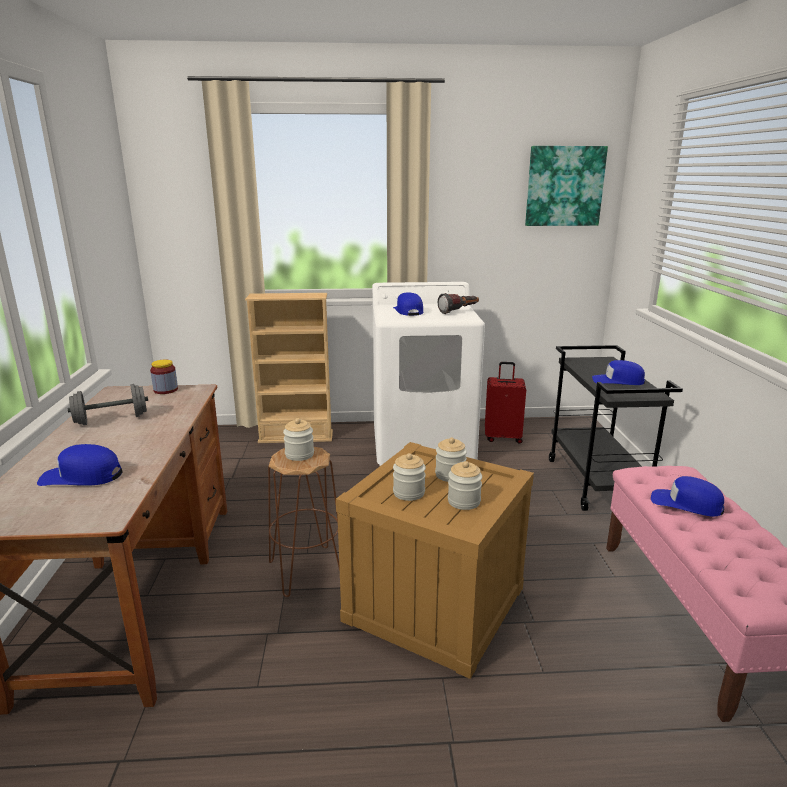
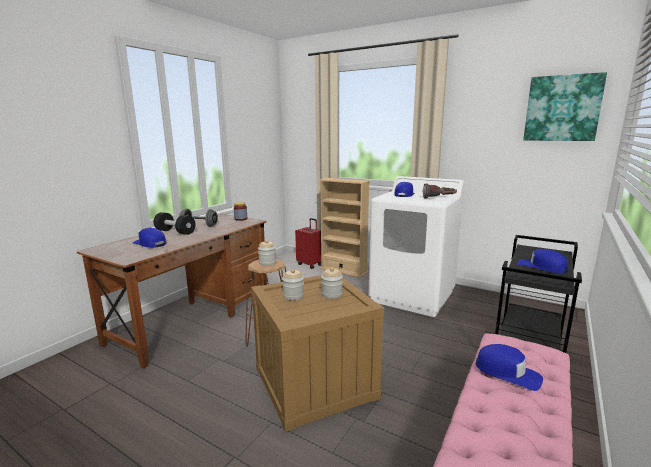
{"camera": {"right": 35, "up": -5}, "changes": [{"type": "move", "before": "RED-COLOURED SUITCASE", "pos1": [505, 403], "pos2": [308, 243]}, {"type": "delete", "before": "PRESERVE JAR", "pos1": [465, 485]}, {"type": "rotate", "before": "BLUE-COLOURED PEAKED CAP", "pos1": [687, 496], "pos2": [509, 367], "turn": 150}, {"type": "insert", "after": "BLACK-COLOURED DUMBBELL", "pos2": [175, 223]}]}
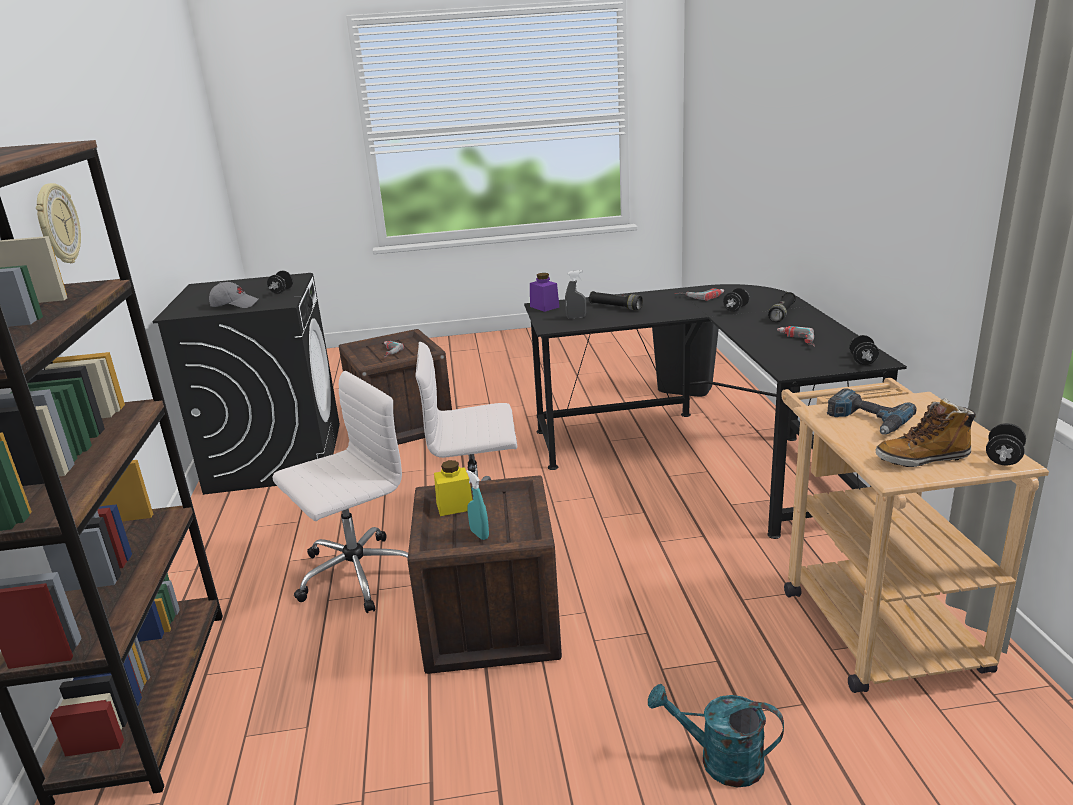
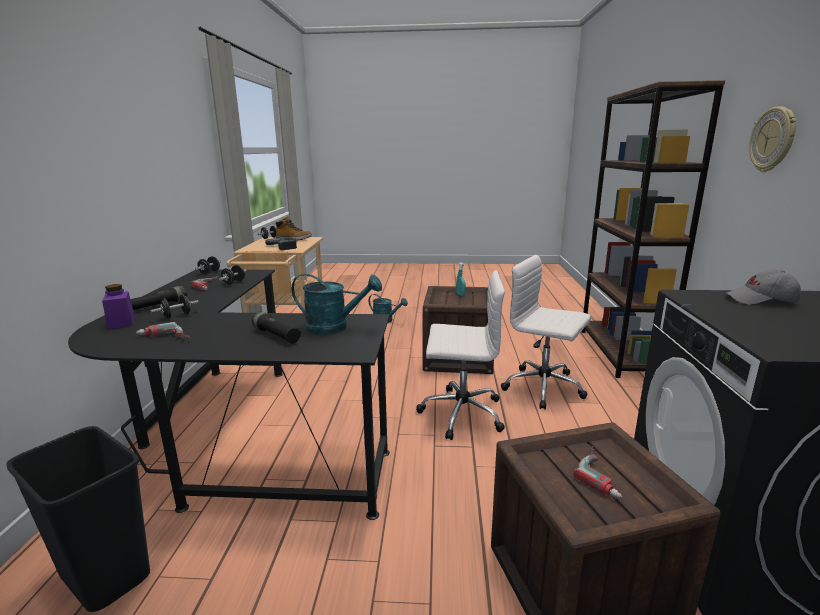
{"camera": {"right": -170, "up": -5}, "changes": [{"type": "replace", "before": "GREYISH HAND SPRAYER", "after": "BLUE-GREEN SPRINKLING CAN", "pos1": [575, 294], "pos2": [337, 304]}, {"type": "move", "before": "BLACK-COLOURED DUMBBELL", "pos1": [280, 282], "pos2": [232, 275]}, {"type": "move", "before": "PURPLISH PRESERVE JAR", "pos1": [544, 292], "pos2": [118, 306]}, {"type": "rotate", "before": "WHITISH OFFICE CHAIR", "pos1": [340, 492], "pos2": [546, 332], "turn": 60}, {"type": "delete", "before": "YELLOW-COLOURED PRESERVE JAR", "pos1": [453, 488]}]}
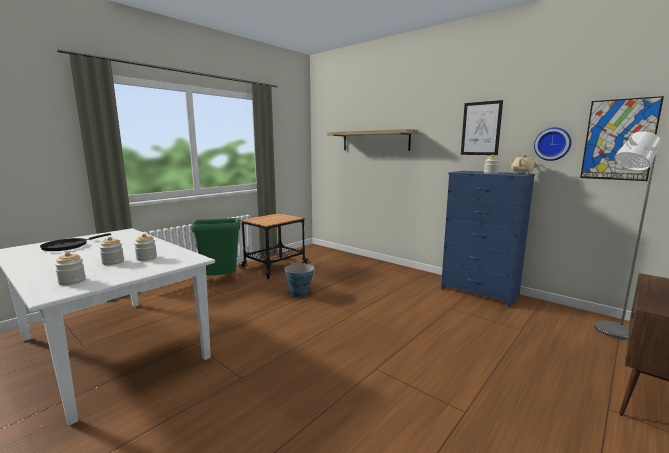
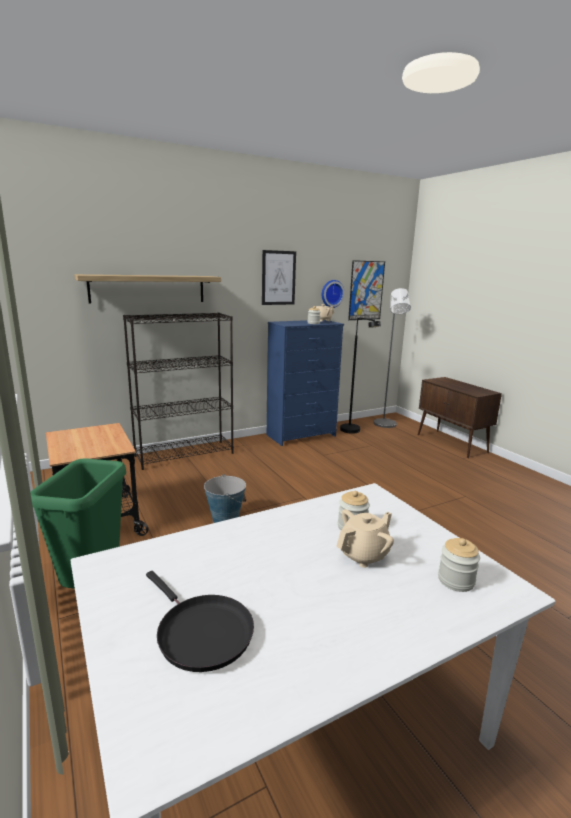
{"camera": {"right": -70, "up": 5}, "changes": [{"type": "replace", "before": "PRESERVE JAR", "after": "BEIGE TEAPOT", "pos1": [111, 251], "pos2": [365, 538]}, {"type": "insert", "after": "BLACK-COLOURED SHELVING UNIT", "pos2": [178, 391]}, {"type": "insert", "after": "BLACK-COLOURED STANDARD LAMP", "pos2": [360, 376]}]}
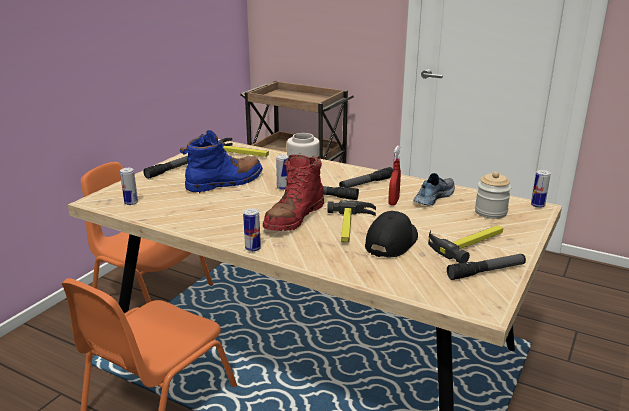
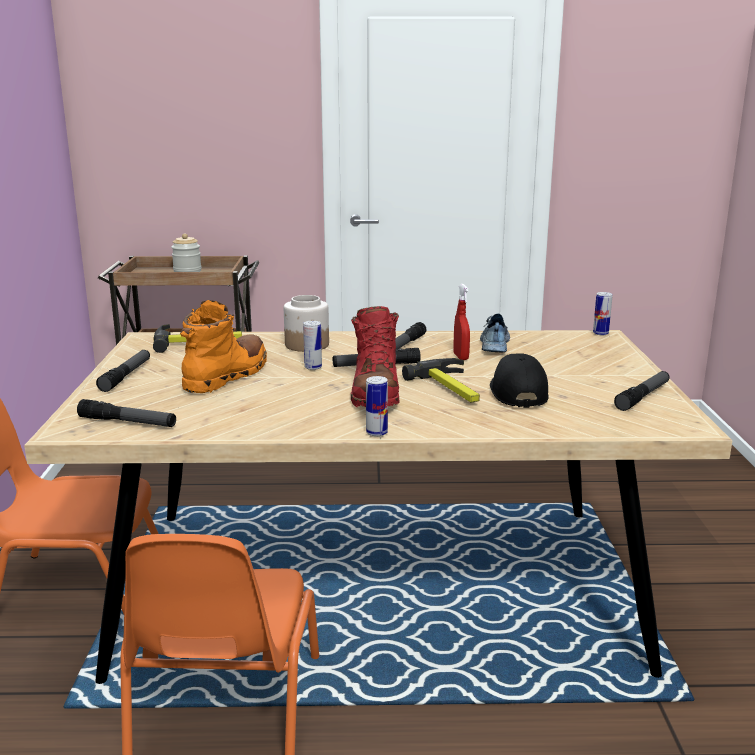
{"camera": {"right": -30, "up": -5}, "changes": [{"type": "recolor", "before": "BLUE-COLOURED TALL BOOT", "after": "ORANGEY TALL BOOT", "pos1": [221, 161], "pos2": [223, 346]}, {"type": "replace", "before": "CAN", "after": "TORCH", "pos1": [129, 186], "pos2": [126, 413]}, {"type": "move", "before": "PRESERVE JAR", "pos1": [493, 195], "pos2": [186, 253]}, {"type": "delete", "before": "HAND HAMMER", "pos1": [465, 244]}]}
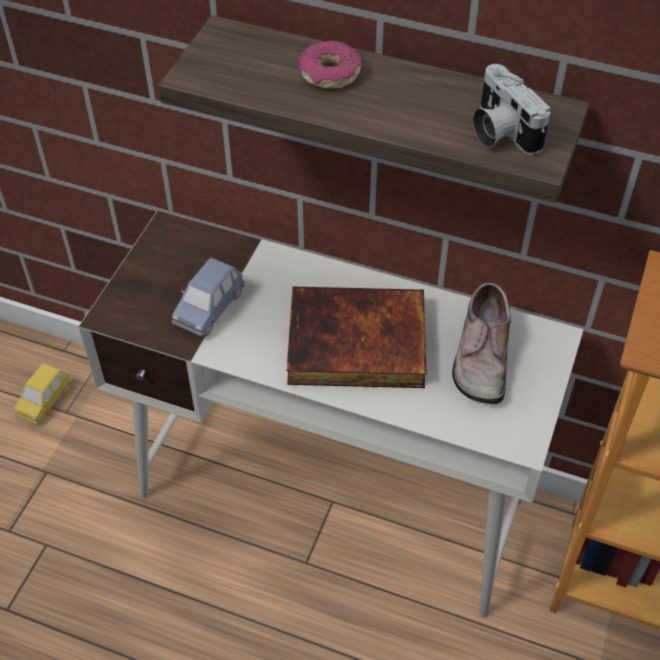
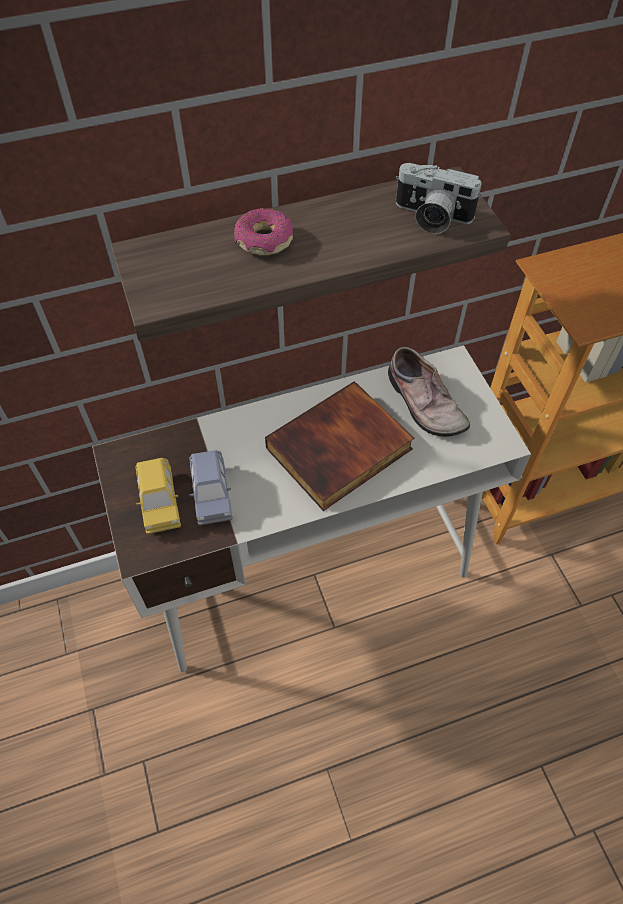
{"camera": {"right": -40, "up": 5}, "changes": [{"type": "move", "before": "YELLOW-COLOURED MINIATURE CAR", "pos1": [43, 394], "pos2": [158, 496]}]}
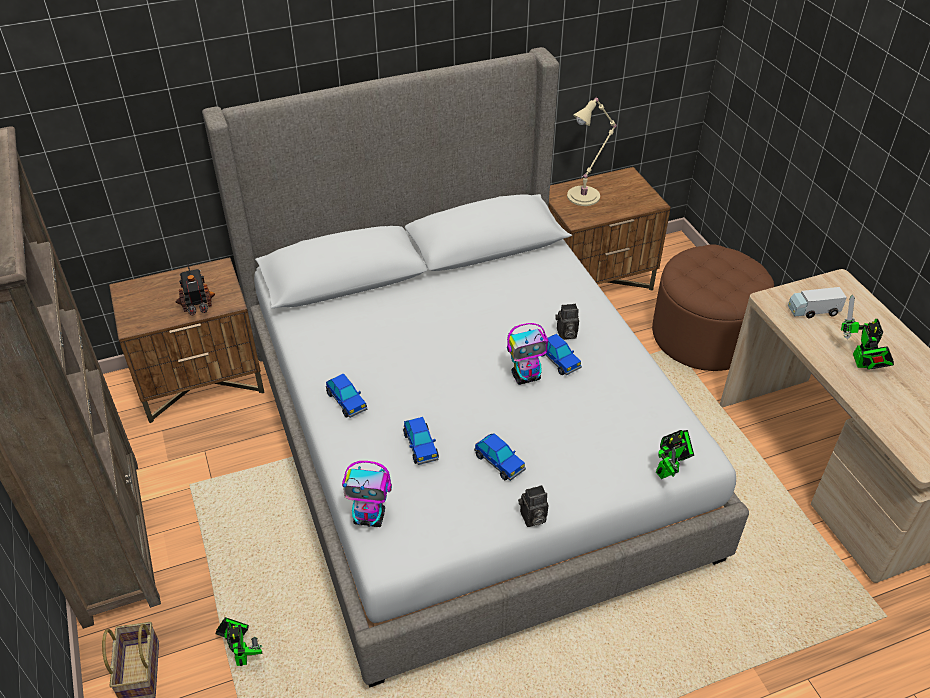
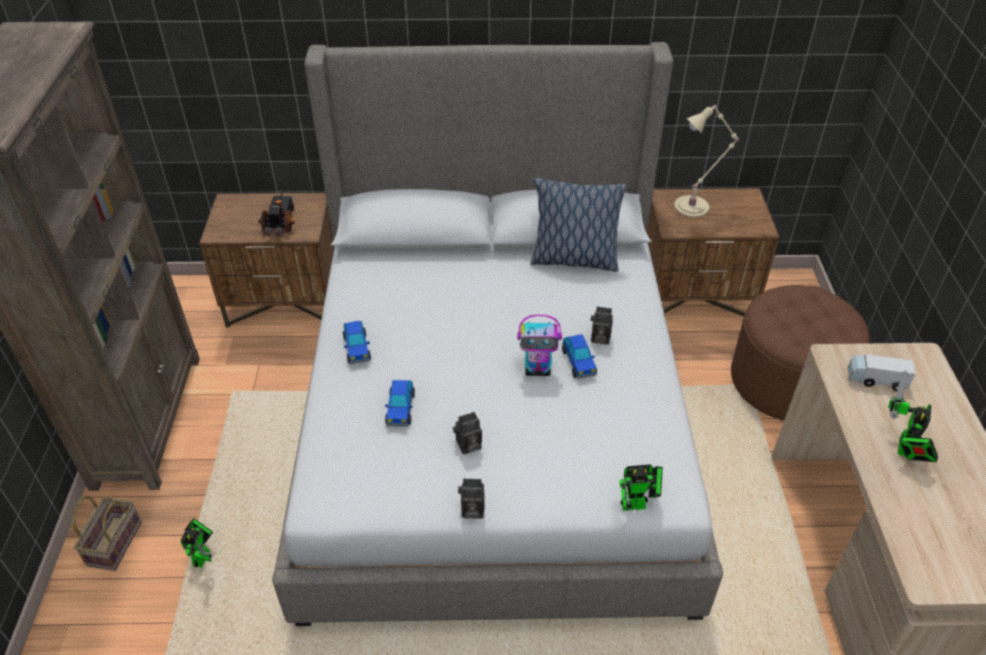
{"camera": {"right": 20, "up": 0}, "changes": [{"type": "replace", "before": "MINIATURE CAR", "after": "PHOTO CAMERA", "pos1": [500, 457], "pos2": [467, 433]}, {"type": "delete", "before": "MODEL ROBOT", "pos1": [367, 494]}, {"type": "insert", "after": "PILLOW", "pos2": [579, 225]}]}
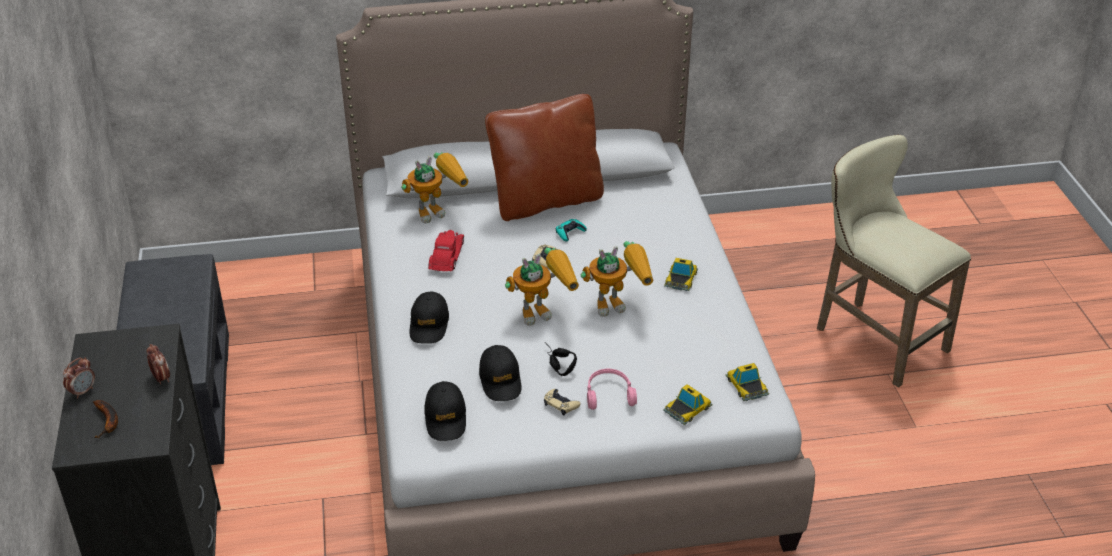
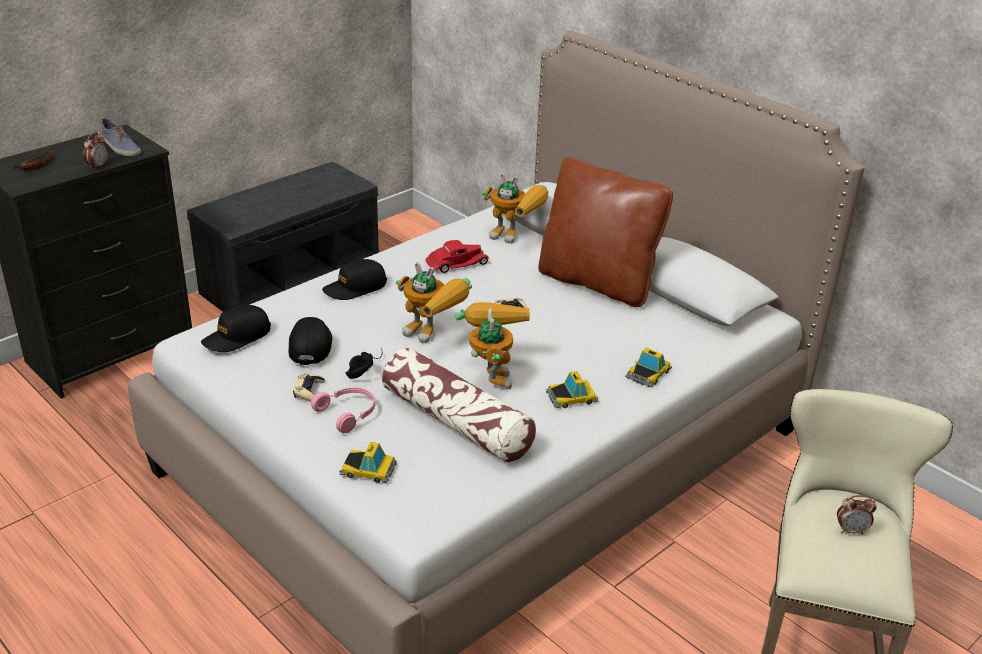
{"camera": {"right": 55, "up": -5}, "changes": [{"type": "delete", "before": "BLUE-GREEN JOYPAD", "pos1": [571, 230]}, {"type": "rotate", "before": "MODEL ROBOT", "pos1": [617, 279], "pos2": [492, 346], "turn": -135}, {"type": "rotate", "before": "BLACK-COLOURED PEAKED CAP", "pos1": [500, 373], "pos2": [310, 341], "turn": 135}, {"type": "move", "before": "TABLE CLOCK", "pos1": [79, 378], "pos2": [857, 515]}, {"type": "move", "before": "MINIATURE CAR", "pos1": [747, 382], "pos2": [648, 368]}, {"type": "insert", "after": "SHOE", "pos2": [119, 137]}, {"type": "insert", "after": "PILLOW", "pos2": [459, 405]}]}
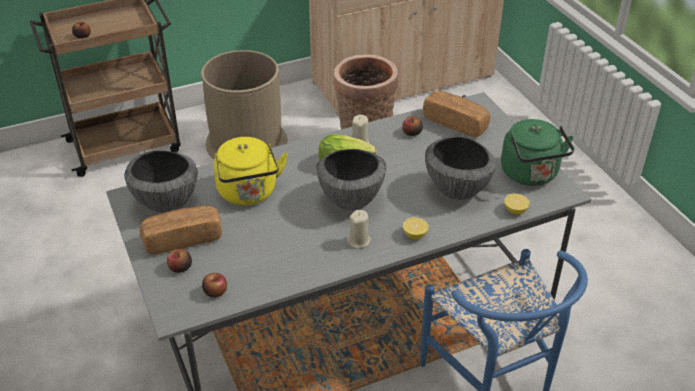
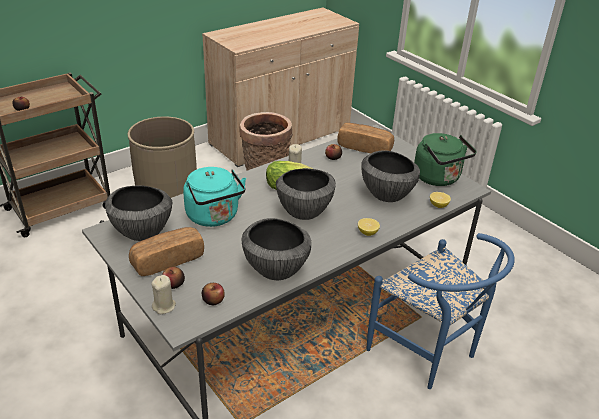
{"camera": {"right": -15, "up": -5}, "changes": [{"type": "recolor", "before": "YELLOW-COLOURED TEA KETTLE", "after": "BLUE-GREEN TEA KETTLE", "pos1": [250, 171], "pos2": [214, 197]}, {"type": "move", "before": "BEIGE WAX LIGHT", "pos1": [359, 229], "pos2": [163, 294]}, {"type": "insert", "after": "DEEP DISH", "pos2": [276, 249]}]}
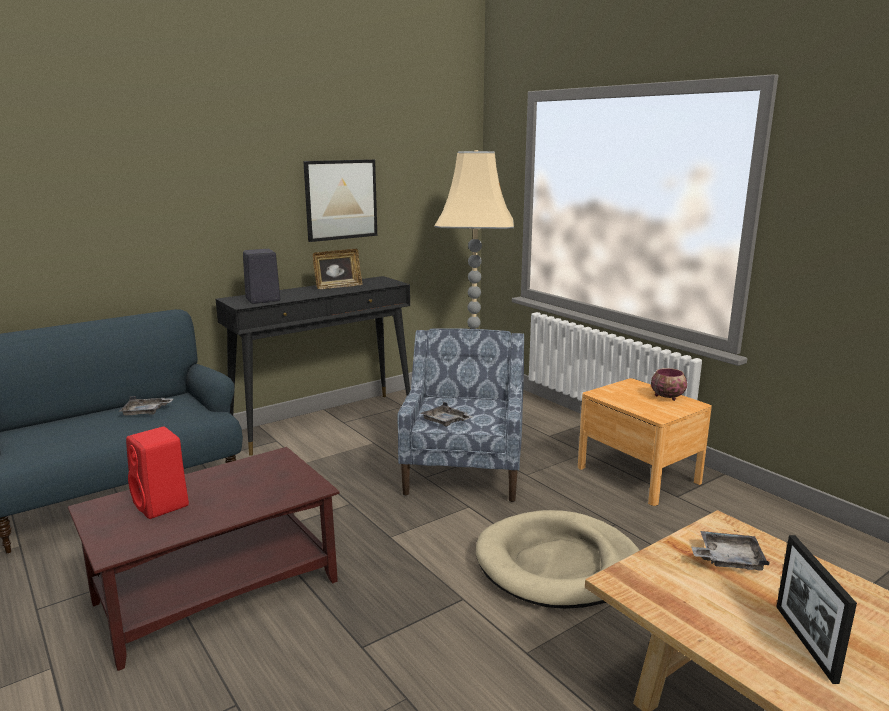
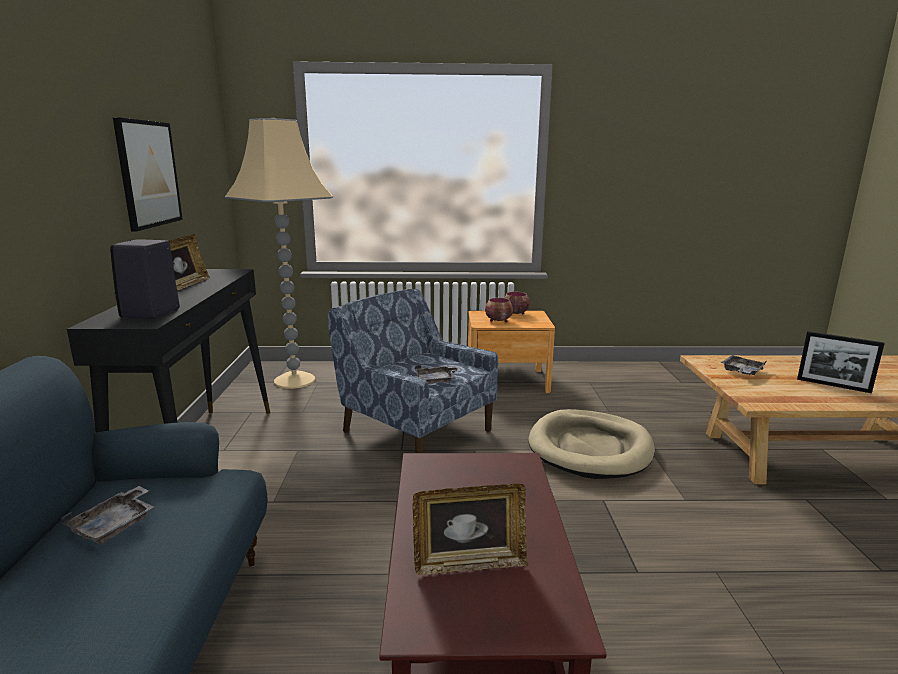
{"camera": {"right": -55, "up": 0}, "changes": [{"type": "replace", "before": "RED-COLOURED AUDIO SPEAKER", "after": "PHOTO FRAME", "pos1": [157, 473], "pos2": [469, 529]}, {"type": "insert", "after": "DEEP DISH", "pos2": [499, 310]}]}
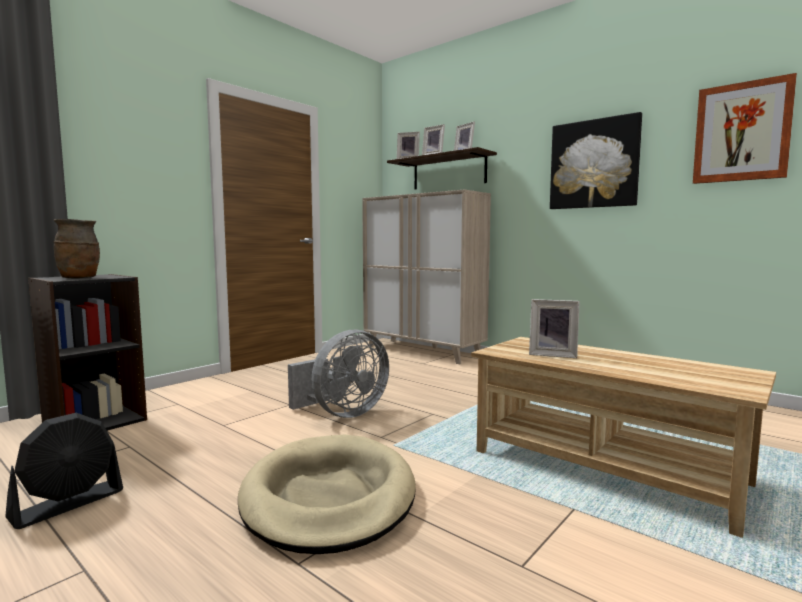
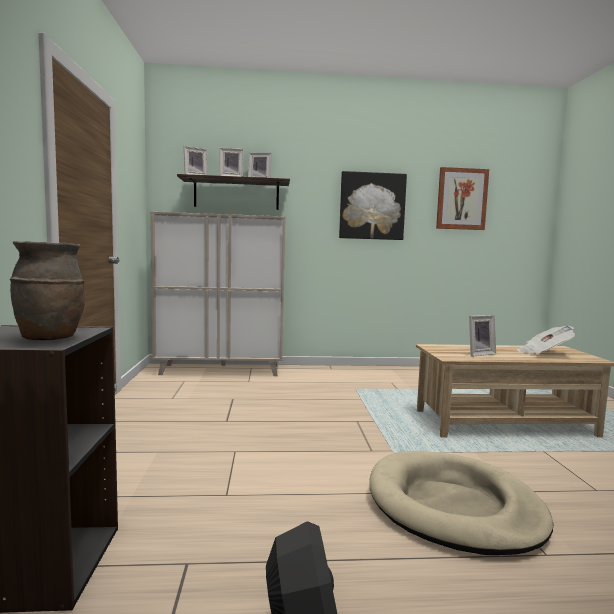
{"camera": {"right": -45, "up": 0}, "changes": [{"type": "delete", "before": "GREYISH ELECTRIC FAN", "pos1": [338, 374]}, {"type": "insert", "after": "NEWSPAPER", "pos2": [546, 340]}]}
